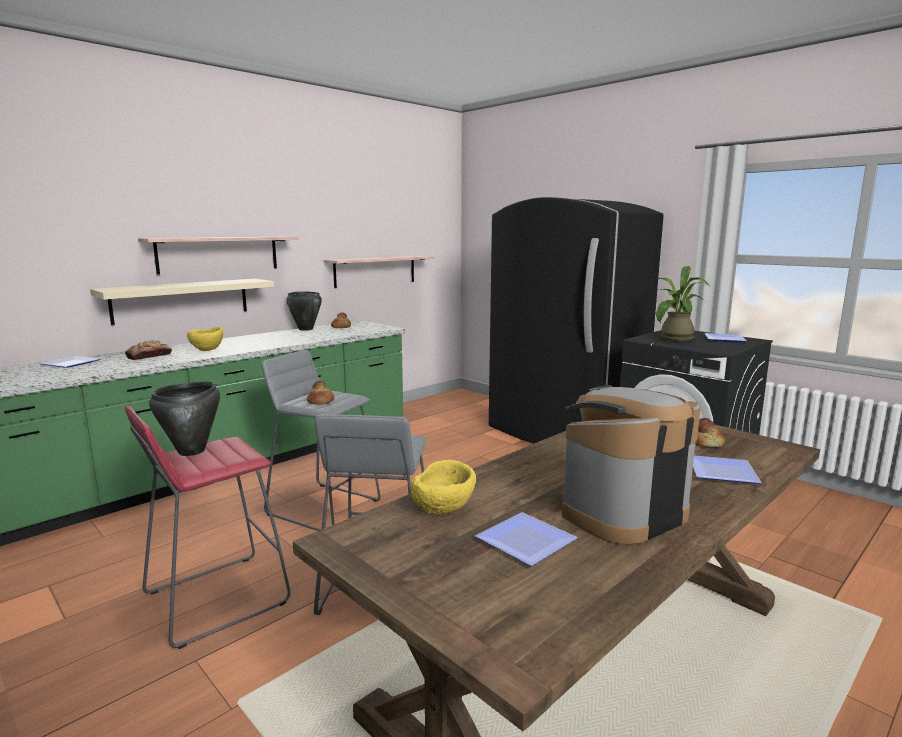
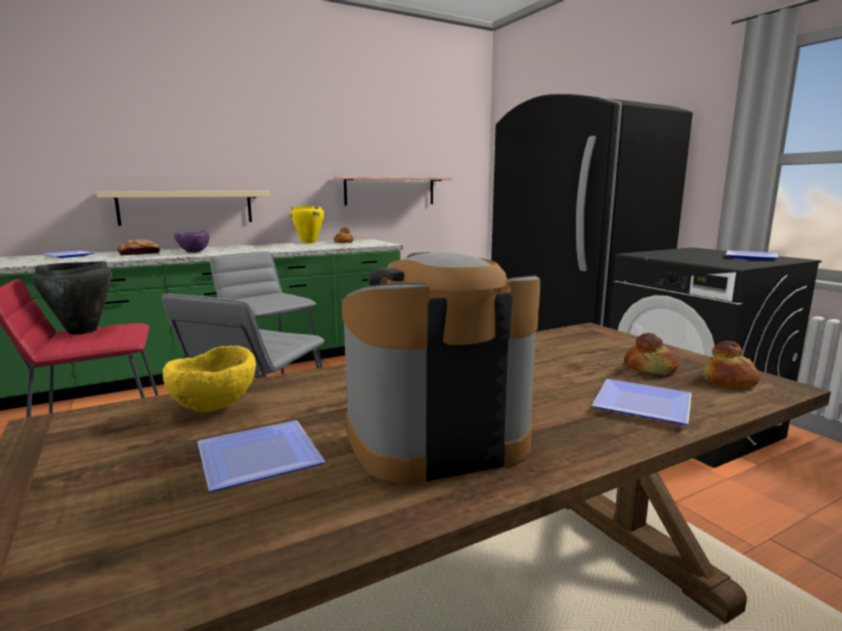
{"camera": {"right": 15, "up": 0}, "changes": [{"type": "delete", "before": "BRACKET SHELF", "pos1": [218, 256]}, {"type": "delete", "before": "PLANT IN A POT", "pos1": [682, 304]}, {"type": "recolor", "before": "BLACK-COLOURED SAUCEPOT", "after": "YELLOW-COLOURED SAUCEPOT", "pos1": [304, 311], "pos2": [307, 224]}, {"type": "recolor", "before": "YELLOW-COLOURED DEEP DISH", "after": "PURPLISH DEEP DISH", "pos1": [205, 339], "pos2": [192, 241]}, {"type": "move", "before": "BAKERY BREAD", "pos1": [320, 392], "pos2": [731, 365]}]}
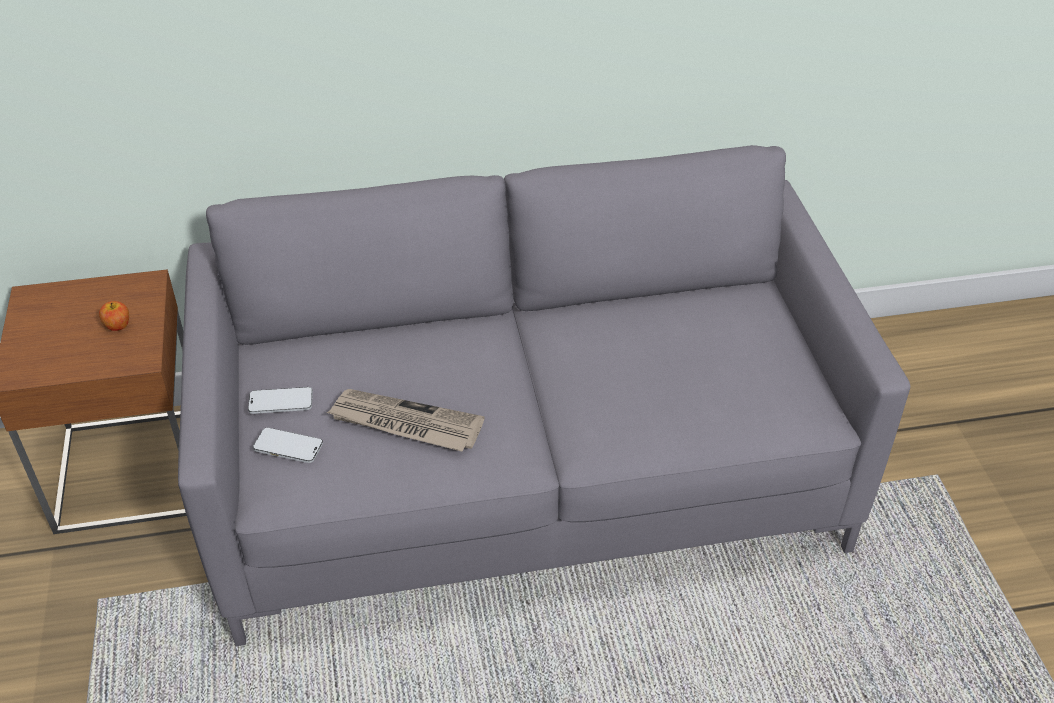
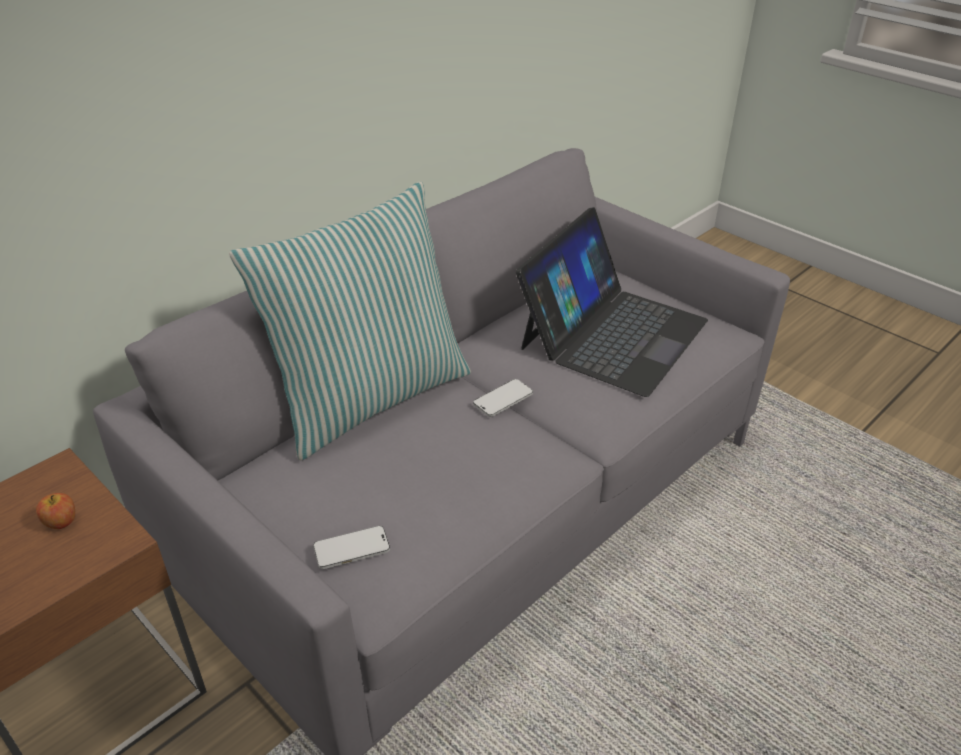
{"camera": {"right": -35, "up": -5}, "changes": [{"type": "move", "before": "HANDSET", "pos1": [280, 400], "pos2": [503, 398]}, {"type": "delete", "before": "NEWSPAPER", "pos1": [405, 420]}, {"type": "insert", "after": "PILLOW", "pos2": [350, 321]}, {"type": "insert", "after": "NOTEBOOK COMPUTER", "pos2": [612, 302]}]}
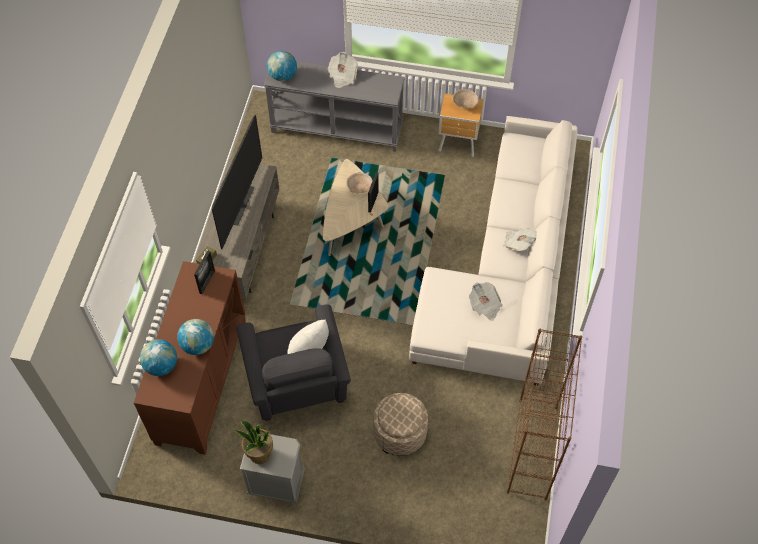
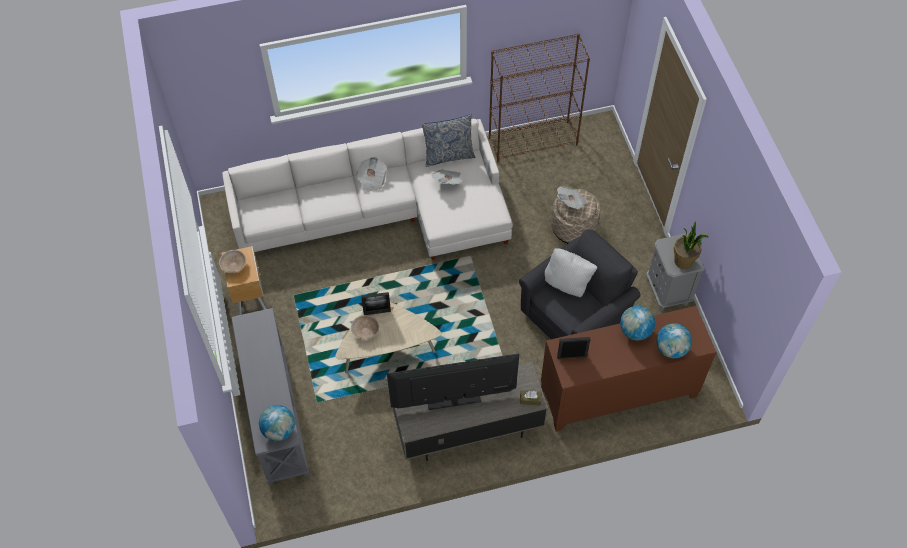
{"camera": {"right": -115, "up": 0}, "changes": [{"type": "move", "before": "NEWSPAPER", "pos1": [343, 70], "pos2": [572, 198]}, {"type": "insert", "after": "PILLOW", "pos2": [448, 140]}]}
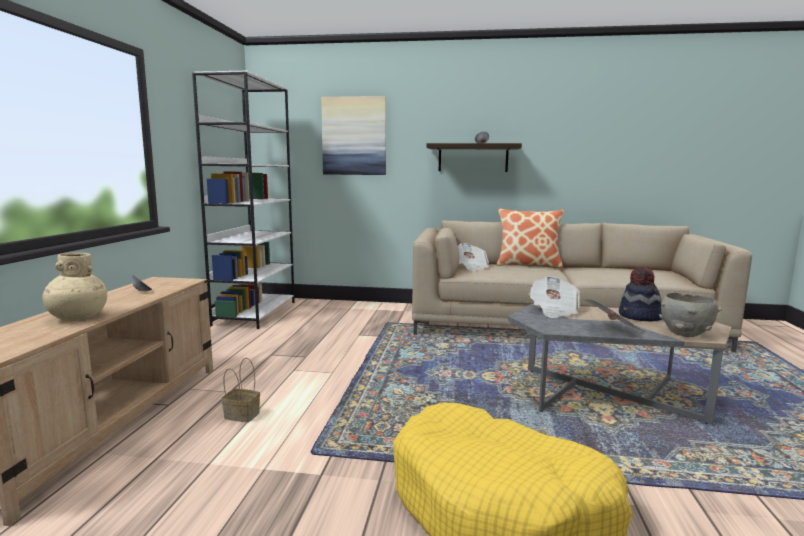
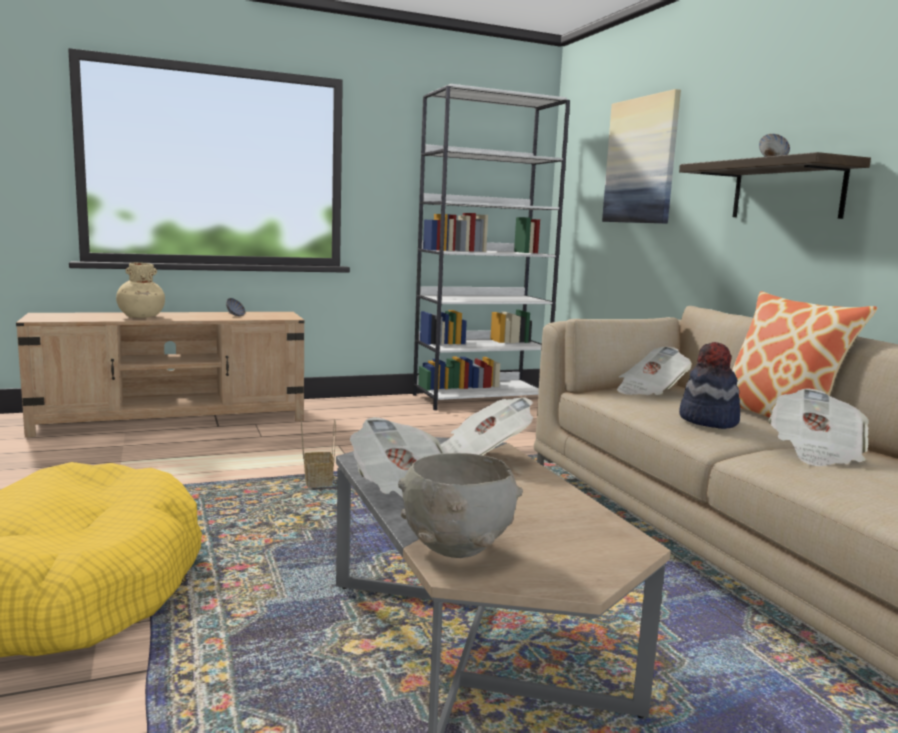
{"camera": {"right": 60, "up": 0}, "changes": [{"type": "move", "before": "CLOTHING HAT", "pos1": [640, 294], "pos2": [709, 385]}, {"type": "move", "before": "STORAGE BASKET", "pos1": [241, 390], "pos2": [318, 453]}, {"type": "insert", "after": "NEWSPAPER", "pos2": [818, 427]}]}
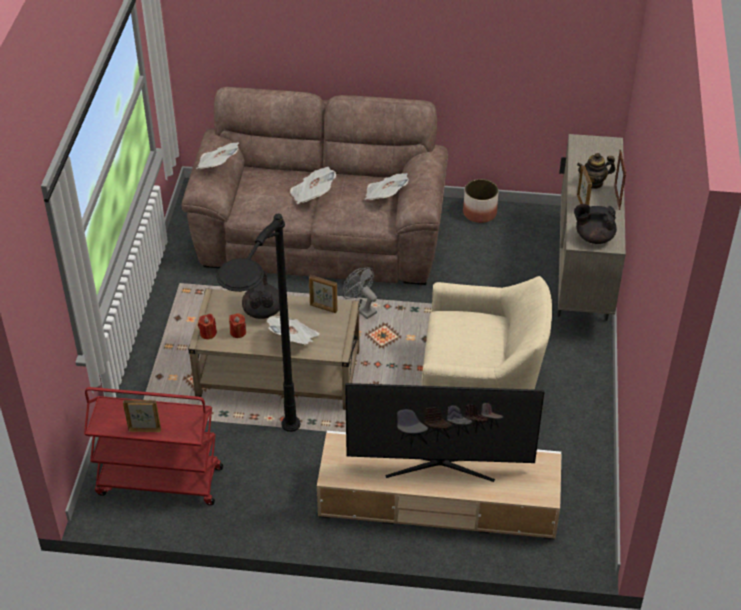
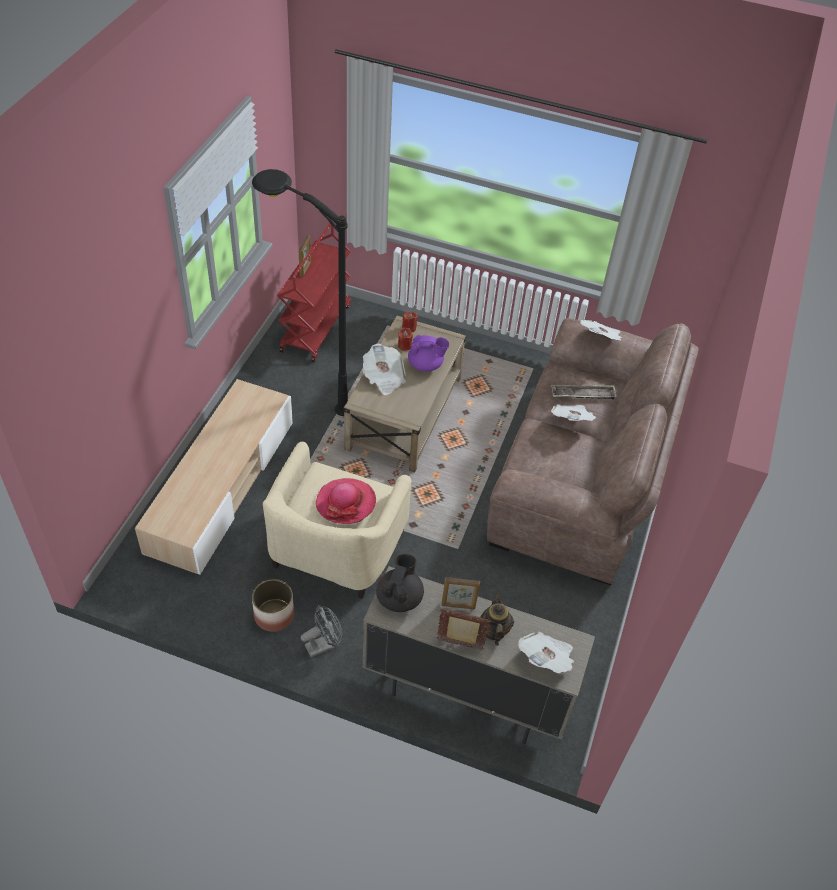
{"camera": {"right": 100, "up": 5}, "changes": [{"type": "move", "before": "NEWSPAPER", "pos1": [387, 186], "pos2": [546, 652]}, {"type": "move", "before": "PLANTER", "pos1": [481, 201], "pos2": [273, 605]}, {"type": "move", "before": "GREYISH ELECTRIC FAN", "pos1": [360, 293], "pos2": [321, 631]}, {"type": "recolor", "before": "BLACK-COLOURED TEAPOT", "after": "PURPLISH TEAPOT", "pos1": [261, 295], "pos2": [428, 353]}, {"type": "delete", "before": "PHOTO FRAME", "pos1": [323, 294]}, {"type": "delete", "before": "TV SET", "pos1": [445, 432]}, {"type": "insert", "after": "TRAY", "pos2": [584, 392]}, {"type": "insert", "after": "CLOTHING HAT", "pos2": [346, 501]}]}
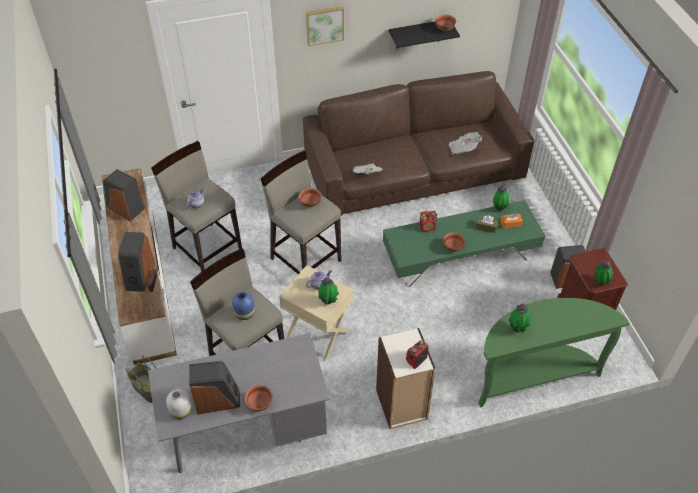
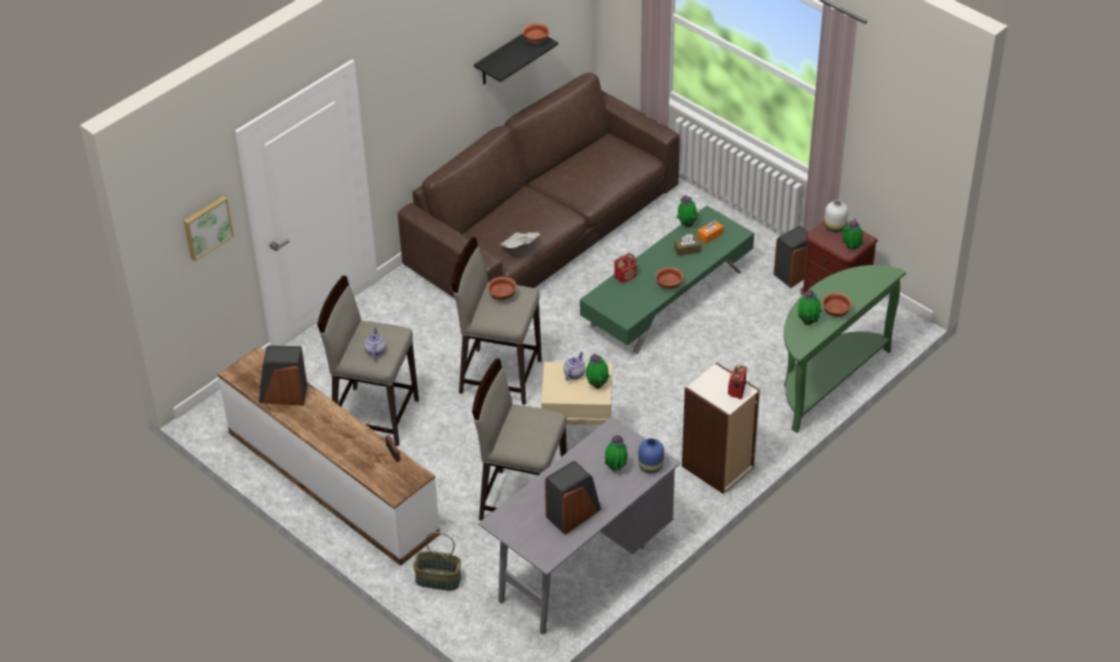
{"camera": {"right": -30, "up": -5}, "changes": [{"type": "move", "before": "WALL PICTURE", "pos1": [325, 26], "pos2": [209, 228]}, {"type": "delete", "before": "NEWSPAPER", "pos1": [465, 143]}, {"type": "delete", "before": "AUDIO SPEAKER", "pos1": [136, 262]}, {"type": "move", "before": "BLUE-COLOURED DECORATIVE VASE", "pos1": [243, 306], "pos2": [651, 455]}, {"type": "move", "before": "DEEP DISH", "pos1": [259, 398], "pos2": [837, 304]}, {"type": "move", "before": "WHITISH DECORATIVE VASE", "pos1": [179, 404], "pos2": [836, 216]}, {"type": "insert", "after": "PLANT IN A POT", "pos2": [616, 453]}]}
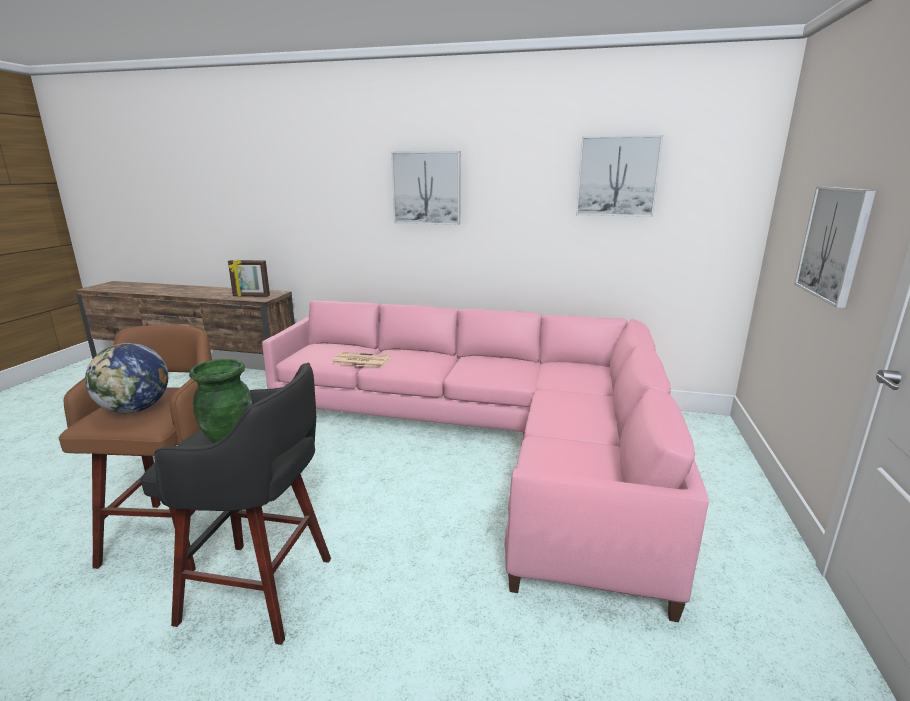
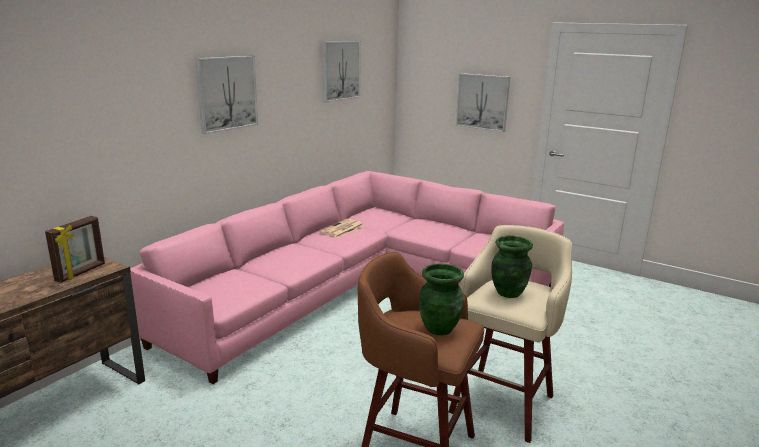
{"camera": {"right": -70, "up": 0}, "changes": [{"type": "replace", "before": "GLOBE", "after": "GREEN-COLOURED DECORATIVE VASE", "pos1": [126, 378], "pos2": [441, 299]}, {"type": "move", "before": "NEWSPAPER", "pos1": [361, 359], "pos2": [342, 228]}, {"type": "recolor", "before": "BLACK-COLOURED STOOL", "after": "BEIGE STOOL", "pos1": [235, 504], "pos2": [510, 334]}]}
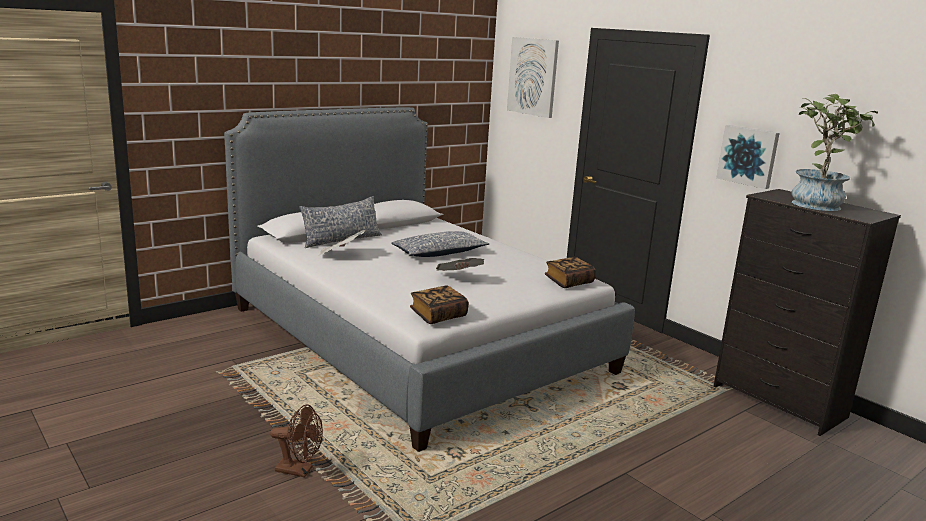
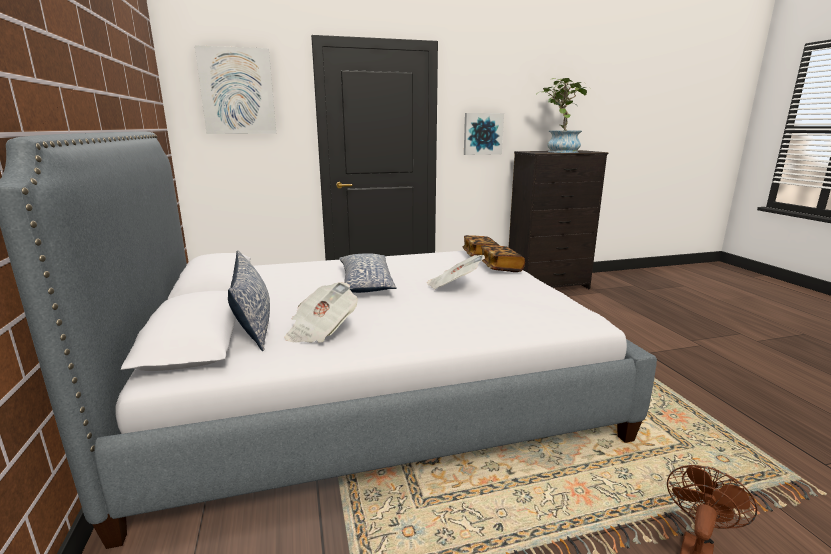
{"camera": {"right": -65, "up": 0}, "changes": [{"type": "move", "before": "BOUND BOOK", "pos1": [439, 304], "pos2": [503, 258]}]}
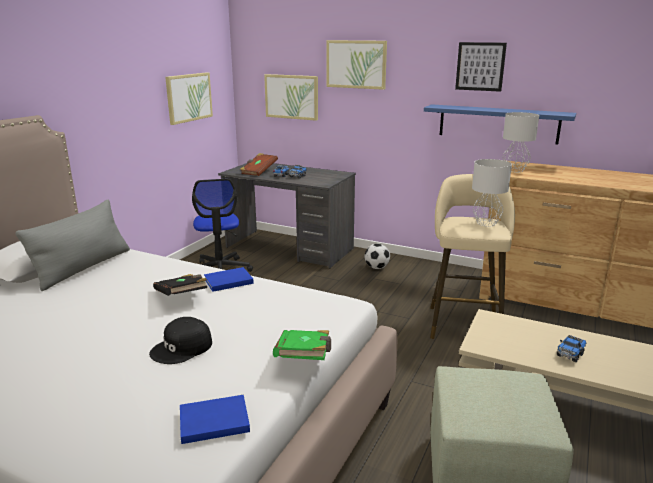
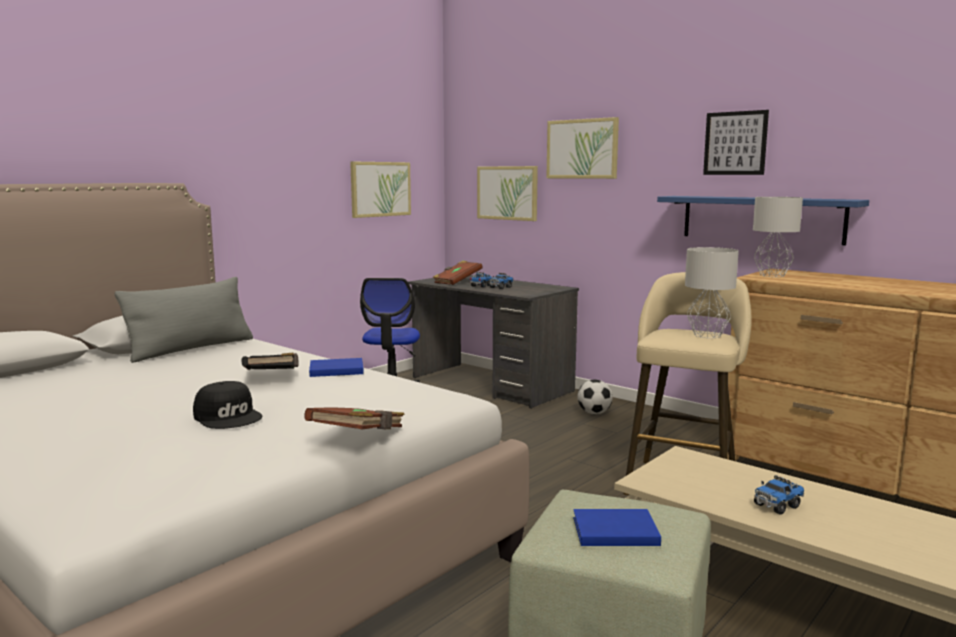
{"camera": {"right": 15, "up": -10}, "changes": [{"type": "rotate", "before": "BLACK-COLOURED PEAKED CAP", "pos1": [180, 340], "pos2": [227, 405], "turn": -105}, {"type": "recolor", "before": "GREEN-COLOURED BOUND BOOK", "after": "BROWN BOUND BOOK", "pos1": [302, 345], "pos2": [354, 418]}, {"type": "move", "before": "BLUE-COLOURED BOUND BOOK", "pos1": [215, 419], "pos2": [617, 527]}]}
